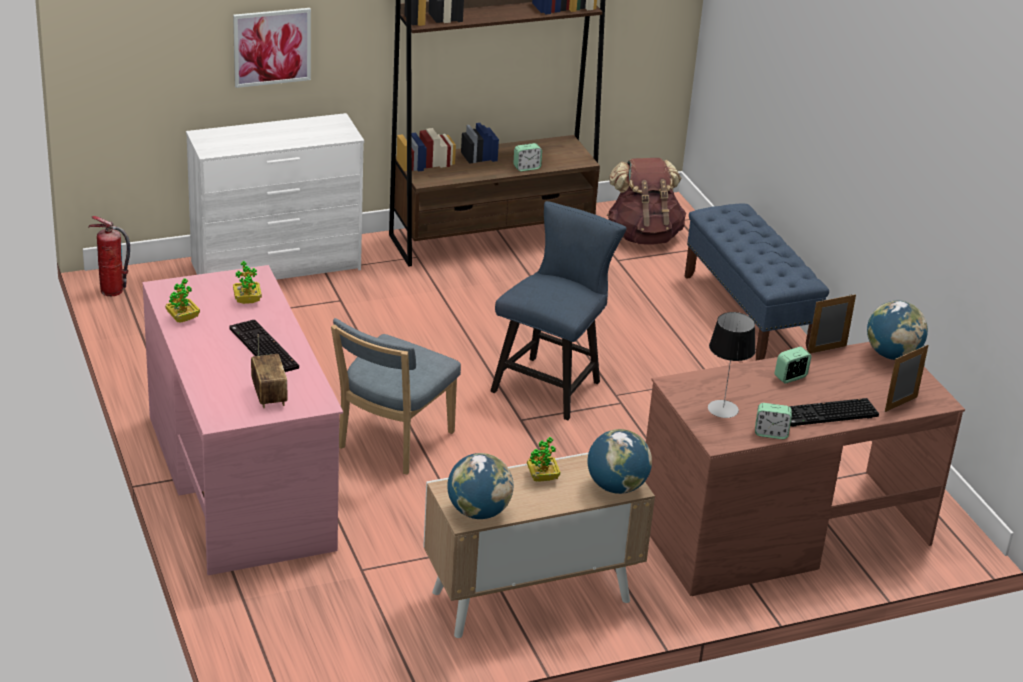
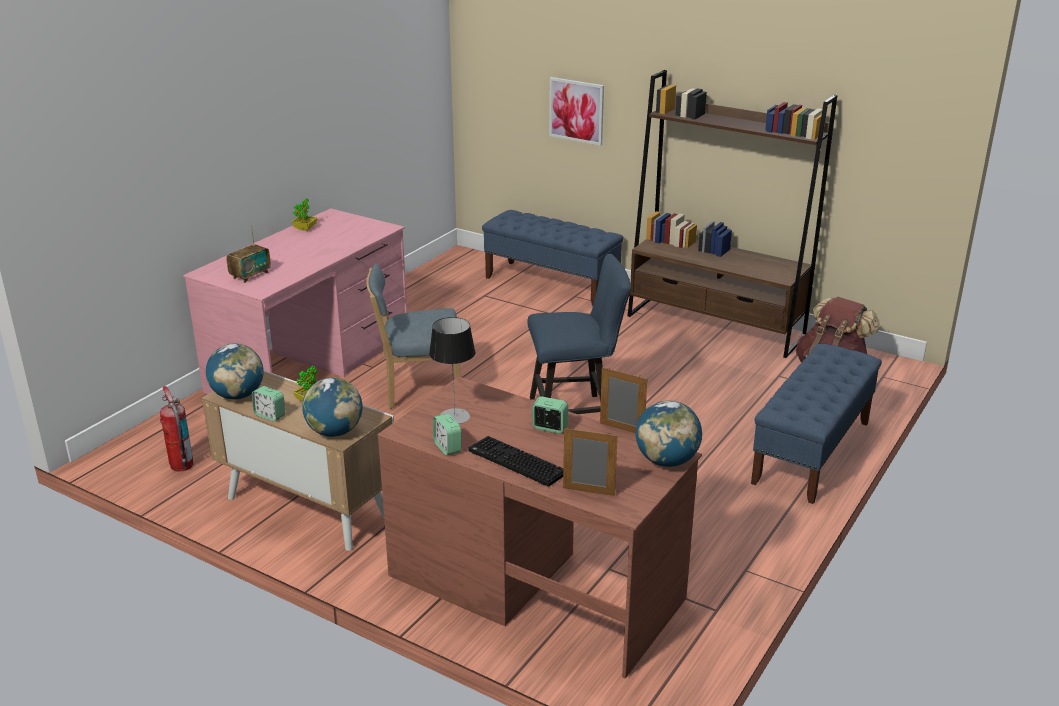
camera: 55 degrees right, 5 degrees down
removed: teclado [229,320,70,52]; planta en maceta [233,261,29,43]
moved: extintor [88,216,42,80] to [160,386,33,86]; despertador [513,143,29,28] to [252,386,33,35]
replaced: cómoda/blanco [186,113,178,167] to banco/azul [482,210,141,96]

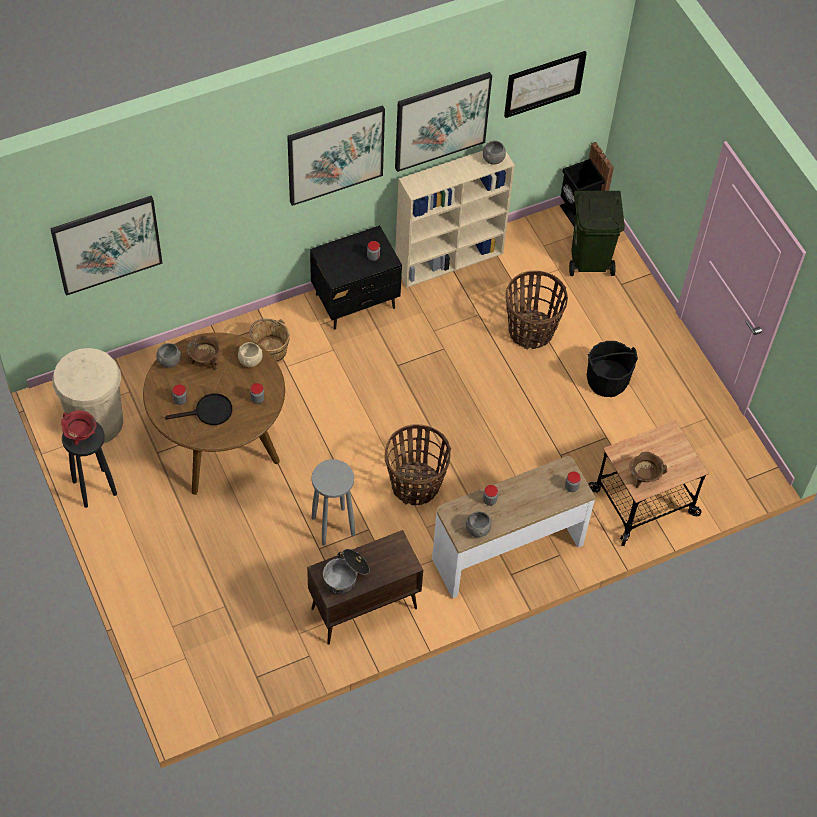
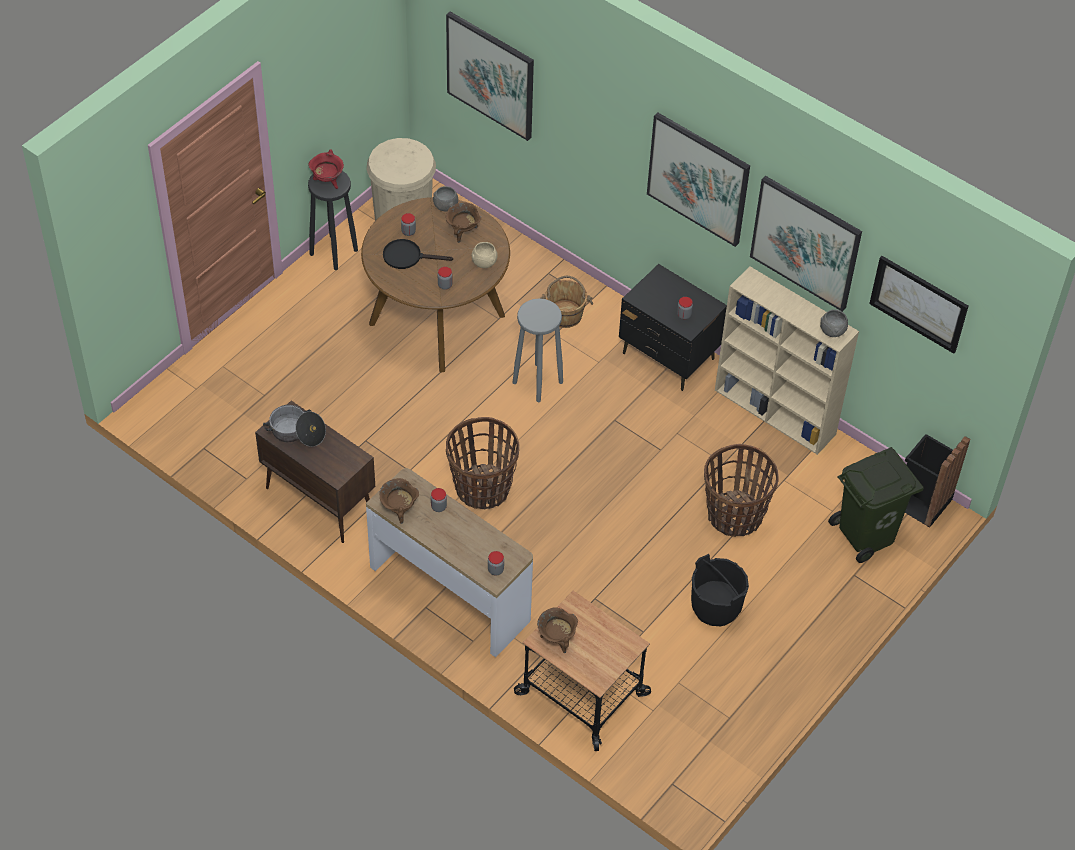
camera: 65 degrees right, 5 degrees down
moved: taburete/gris [311,459,44,87] to [513,298,50,104]
replaced: cuenco/gris [466,511,26,27] to olla/marrón [379,478,40,46]
turned: sartén/negro [165,393,67,32] = [383,239,70,30] 135 degrees clockwise

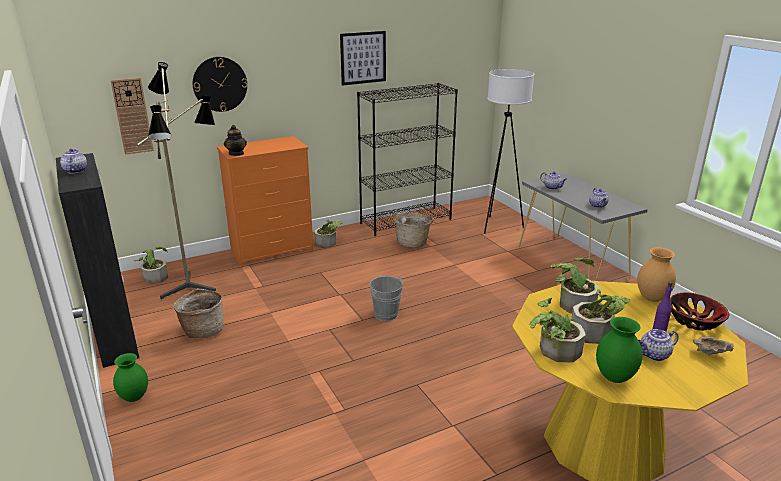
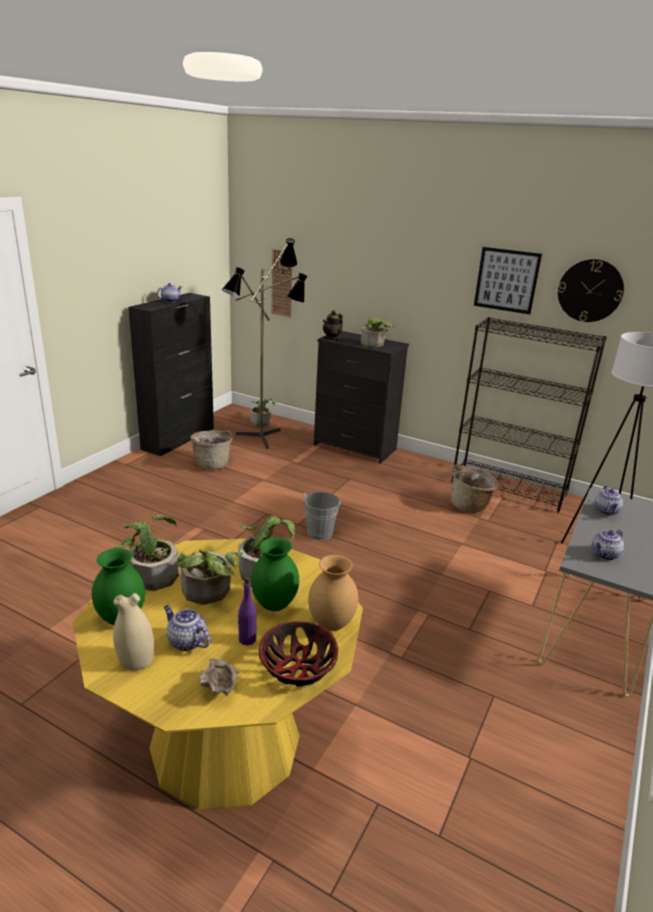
camera: 55 degrees right, 0 degrees up
added: florero/beis [113,593,41,78]
moved: florero/verde [113,353,35,49] to [251,537,48,74]; reloj de pared [193,57,54,55] to [558,259,66,63]; planta en maceta [314,220,29,28] to [361,318,34,29]
recoloured: cómoda/naranja [217,136,97,131] to cómoda/negro [314,331,95,133]

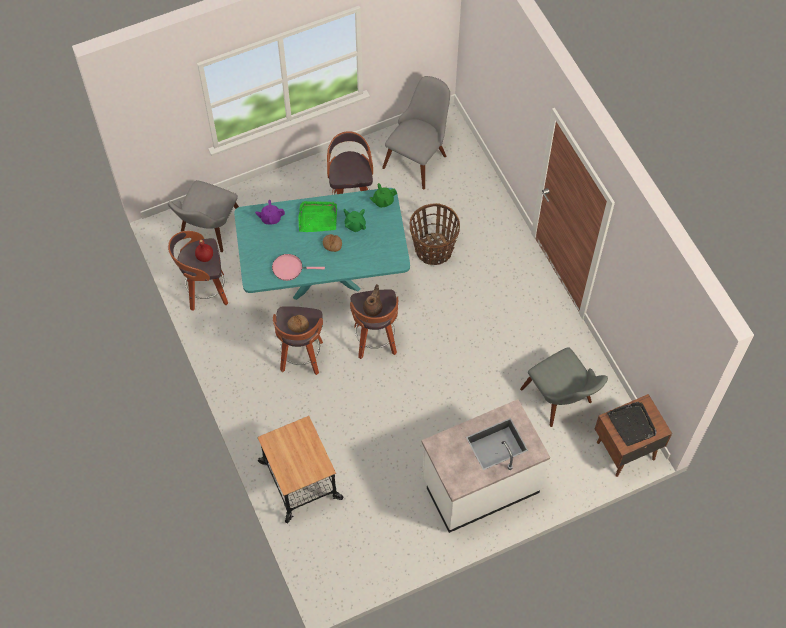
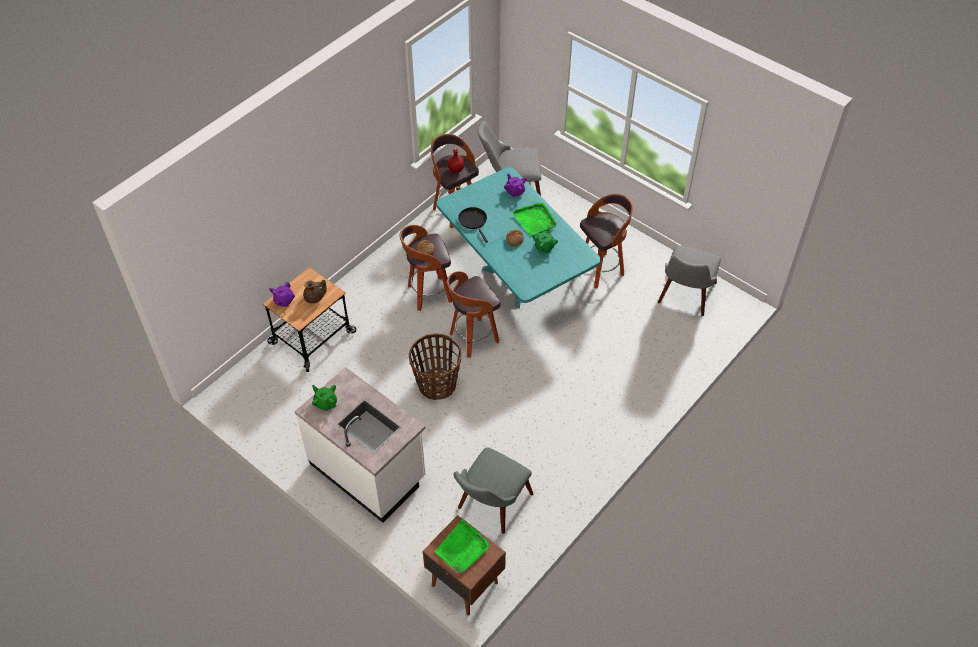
camera: 65 degrees right, 10 degrees down
added: tetera/morado [269,282,26,25]
moved: tetera/marrón [363,284,19,32] to [303,280,24,24]; tetera/verde [370,183,27,25] to [312,385,25,26]; cesta [410,203,50,62] to [409,333,52,67]
recoloured: sartén/rosa [272,254,53,27] to sartén/negro [458,207,30,36]; bandeja/negro [607,402,50,44] to bandeja/verde [435,520,54,53]
turned: silla/gris [382,76,68,113] = [658,245,63,71] 105 degrees clockwise

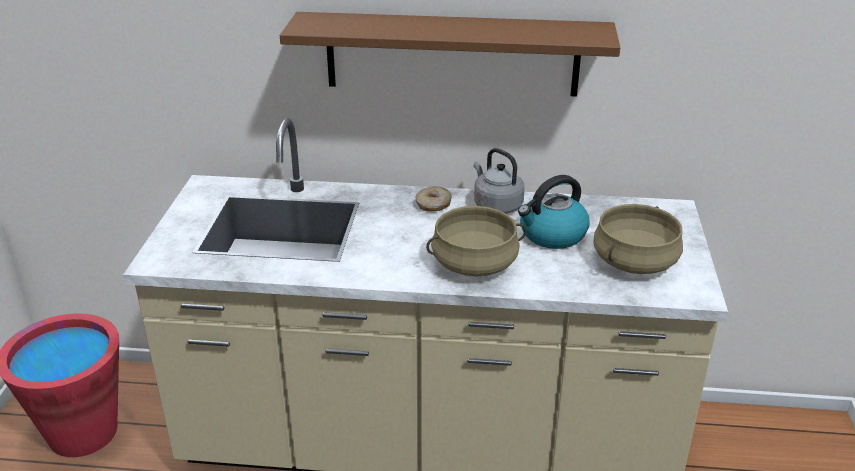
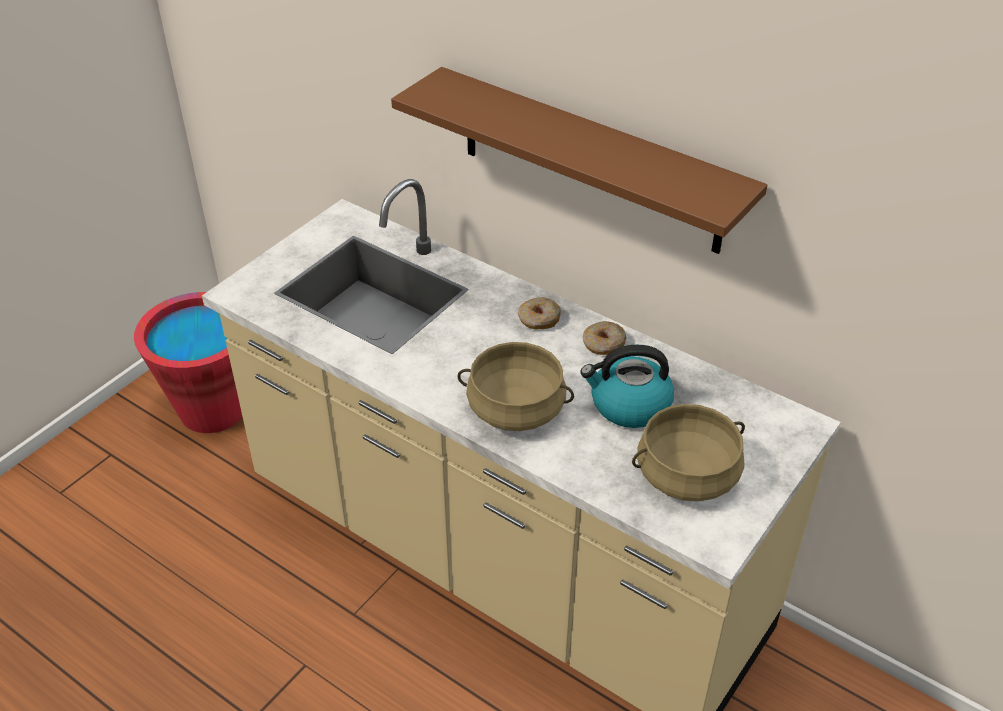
camera: 30 degrees right, 10 degrees up
replaced: hervidor/gris [474,148,51,66] to rosquilla [583,321,44,34]

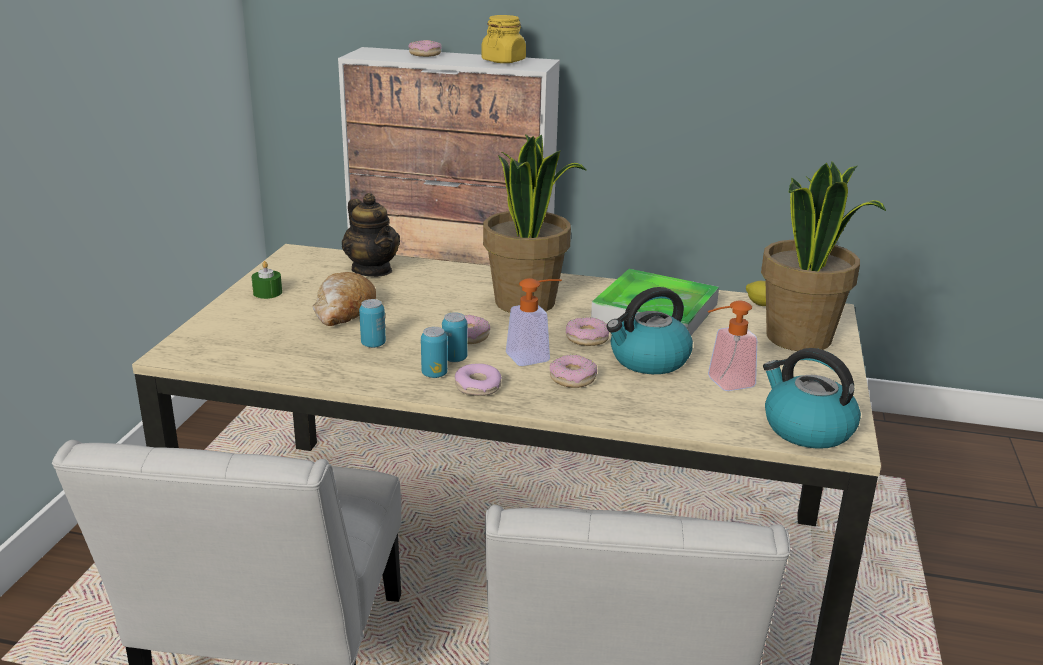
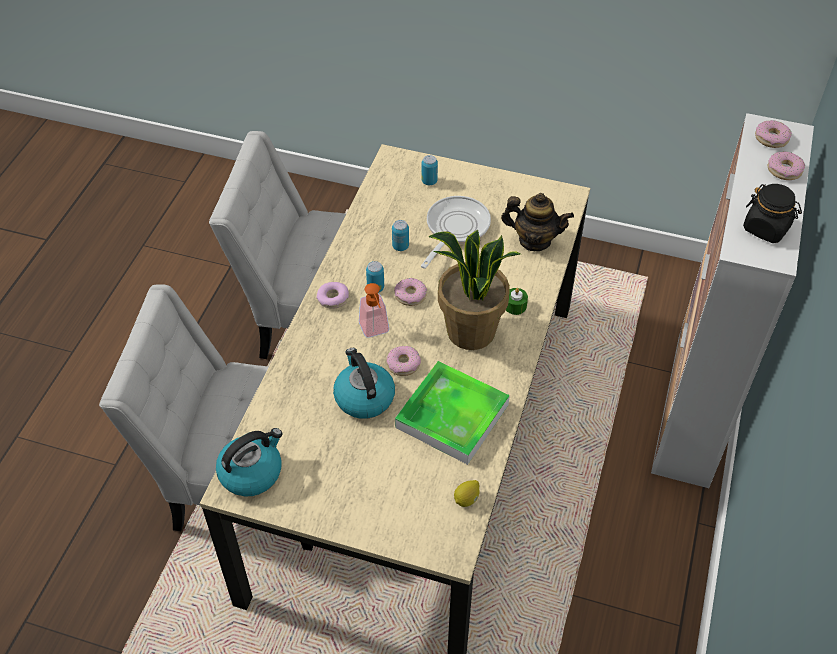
camera: 95 degrees right, 25 degrees up
removed: dispensador de jabón [708,300,49,91]; planta en maceta [761,161,125,190]
moved: vela/verde [252,261,30,38] to [506,288,22,27]; lata [421,327,27,51] to [422,155,16,30]; rosquilla [550,355,47,33] to [755,120,37,28]
replaced: pan [313,272,63,54] to sartén [421,196,70,73]
recoloured: tarro/amarillo [481,15,45,48] to tarro/negro [743,184,59,59]
turned: tetera [342,193,58,84] = [501,193,73,58] 135 degrees counterclockwise

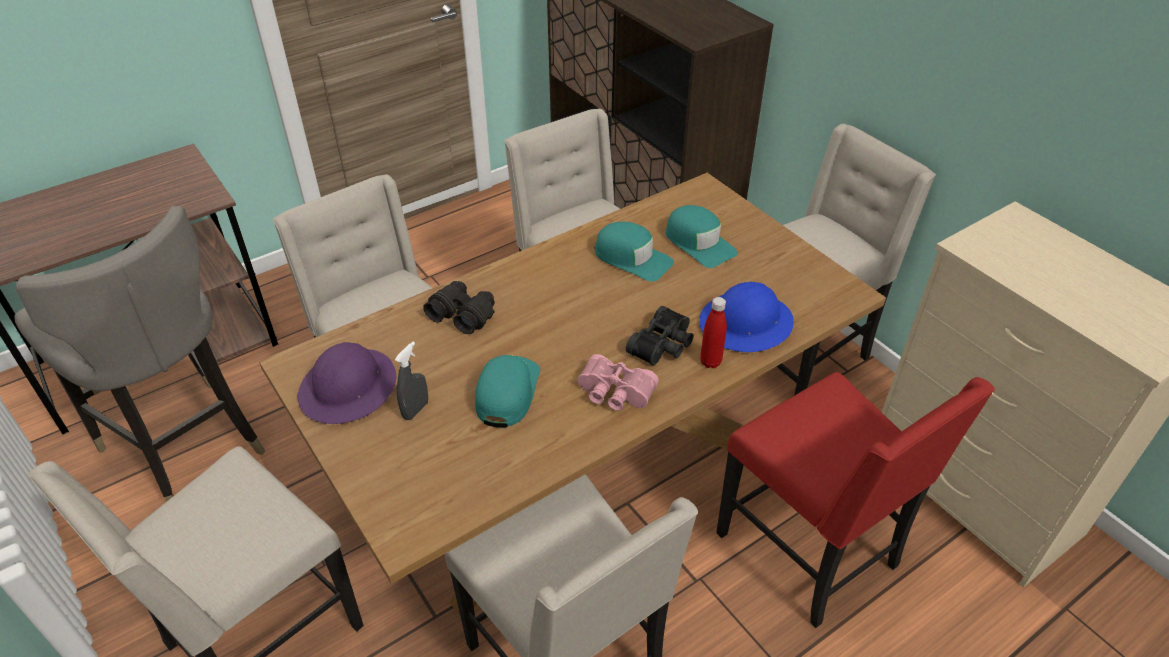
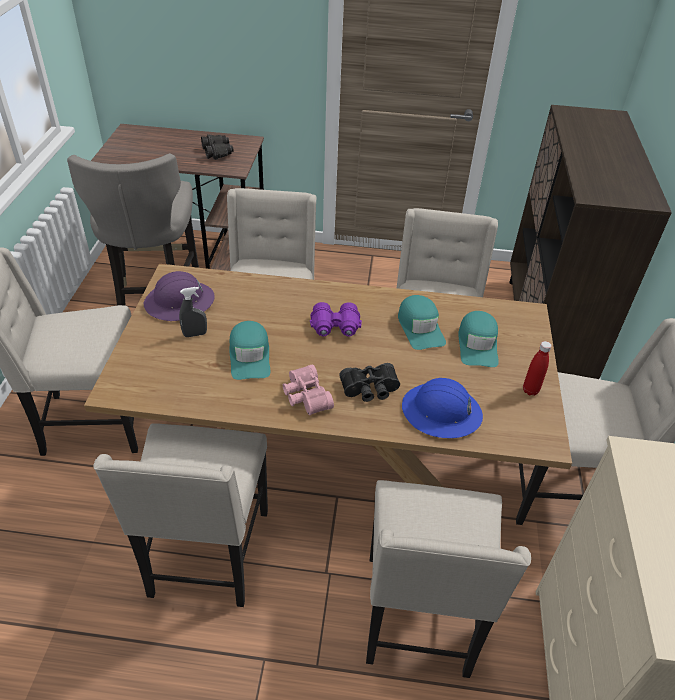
camera: 40 degrees right, 0 degrees up
added: prismáticos/morado [310,302,52,35]
moved: prismáticos/negro [423,281,72,53] to [201,134,33,26]; botella/rojo [700,297,27,71] to [523,341,29,55]
recoloured: silla/rojo [716,372,279,256] to silla/beis [366,480,165,198]
turned: gorra/turquesa [475,355,65,73] = [229,321,41,59] 120 degrees clockwise

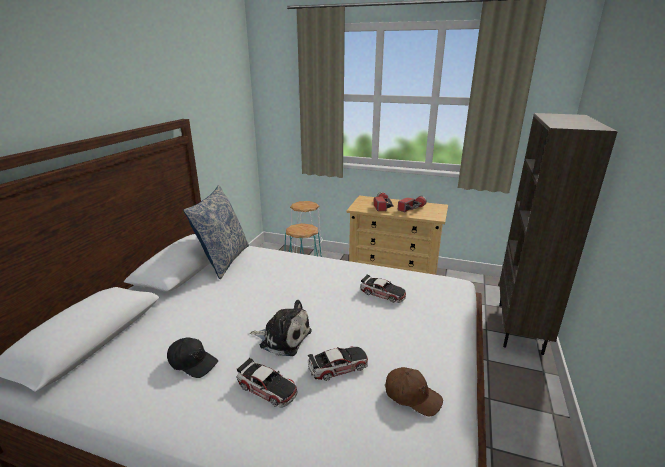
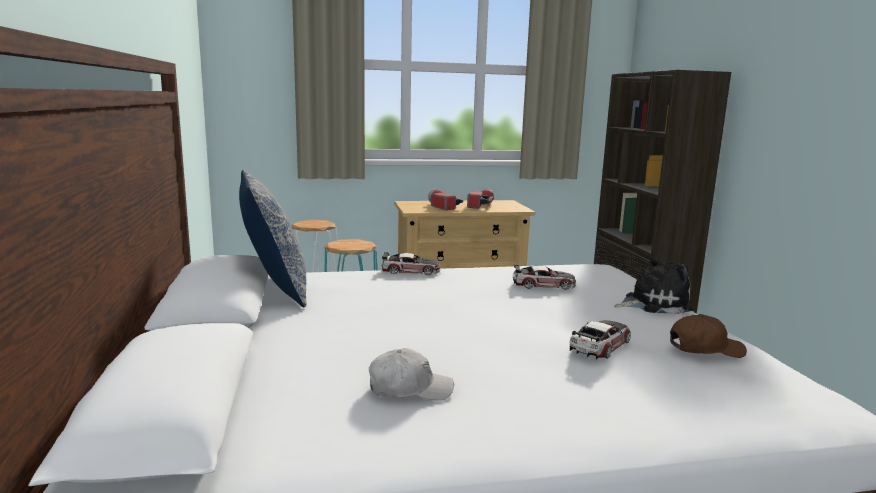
camera: 30 degrees left, 10 degrees down
moved: coche de juguete [237,358,61,49] to [381,252,59,23]; peluche [250,300,62,56] to [615,257,78,57]
recoloured: gorra/negro [167,337,51,41] to gorra/blanco [369,348,85,53]

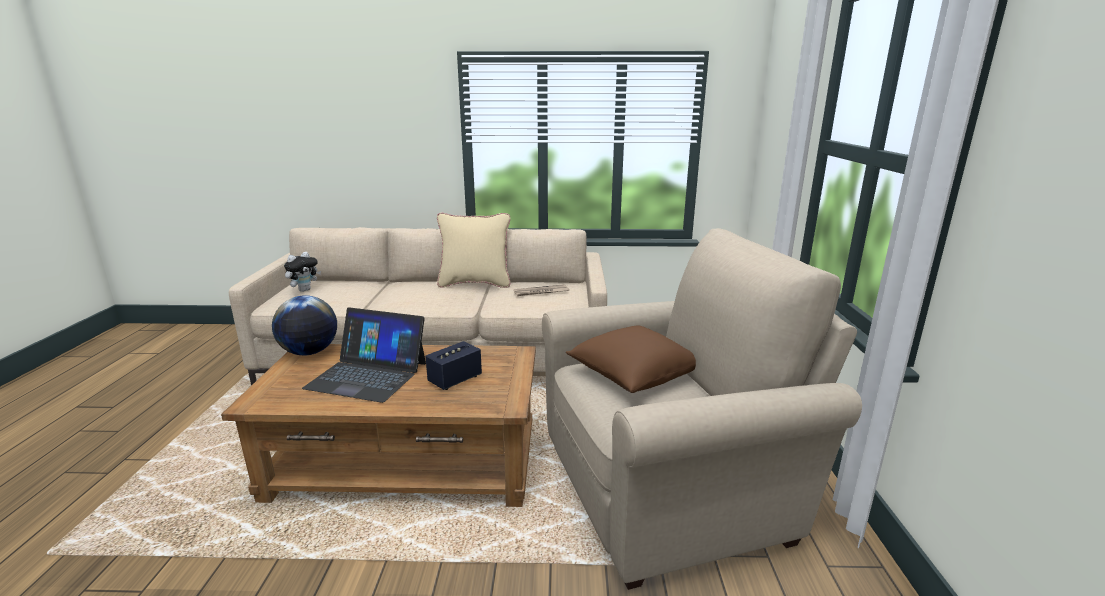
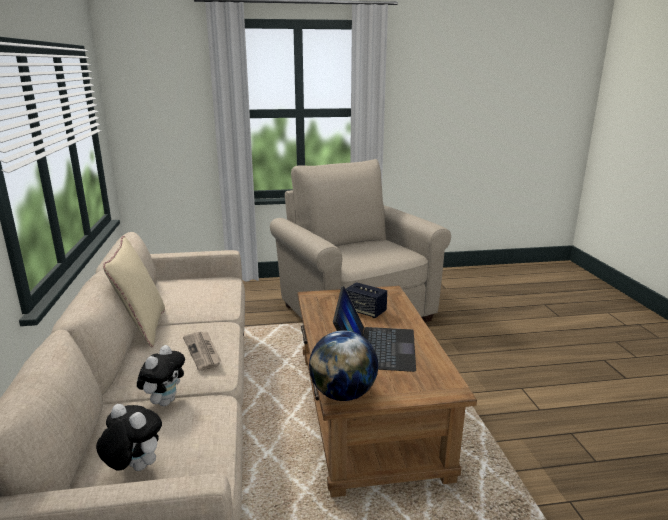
camera: 100 degrees left, 0 degrees up
removed: cojín/marrón [566,326,130,67]
added: peluche [137,345,48,61]
moved: periódico [514,284,55,12] to [183,332,38,39]

